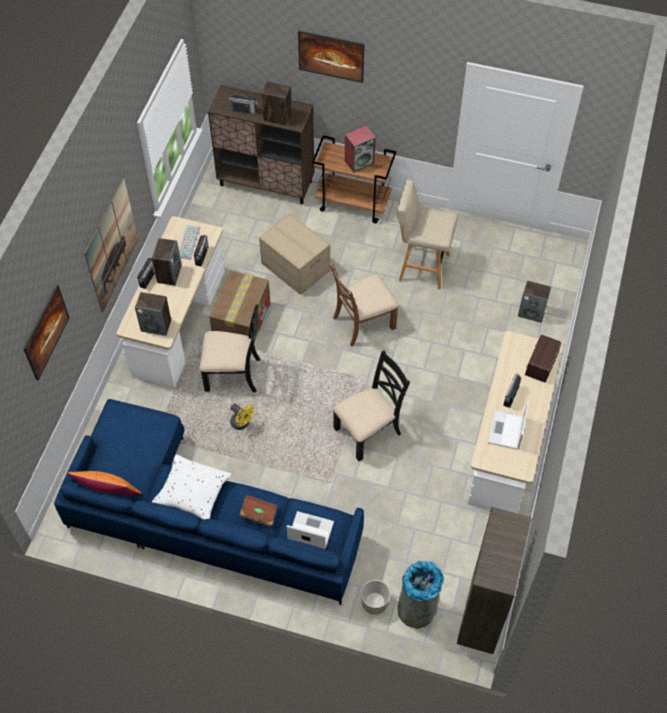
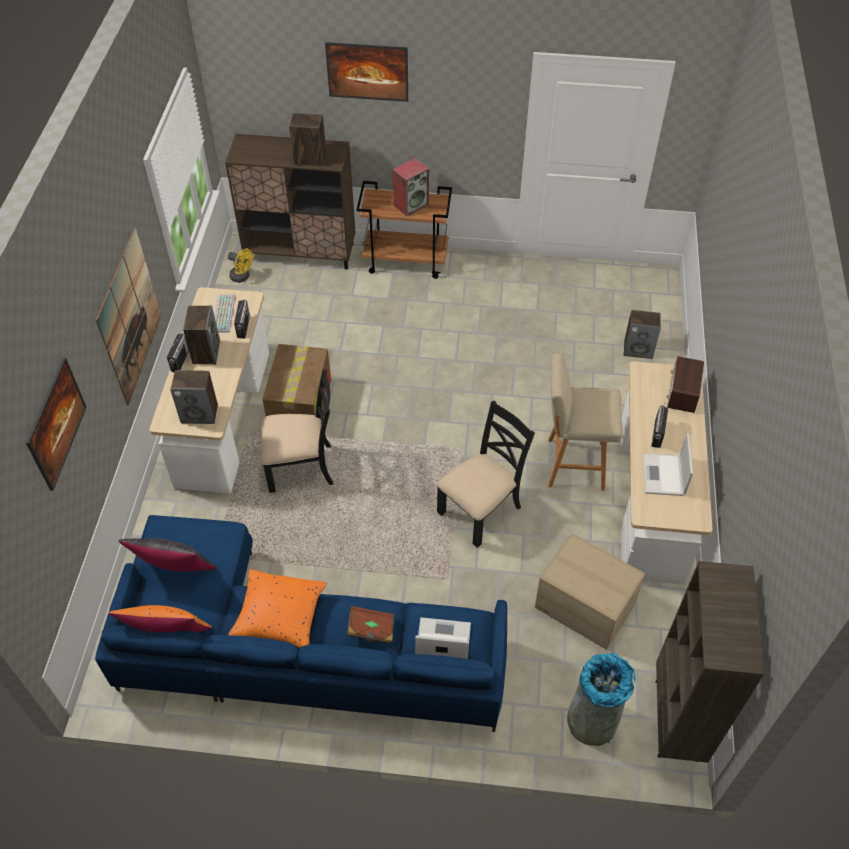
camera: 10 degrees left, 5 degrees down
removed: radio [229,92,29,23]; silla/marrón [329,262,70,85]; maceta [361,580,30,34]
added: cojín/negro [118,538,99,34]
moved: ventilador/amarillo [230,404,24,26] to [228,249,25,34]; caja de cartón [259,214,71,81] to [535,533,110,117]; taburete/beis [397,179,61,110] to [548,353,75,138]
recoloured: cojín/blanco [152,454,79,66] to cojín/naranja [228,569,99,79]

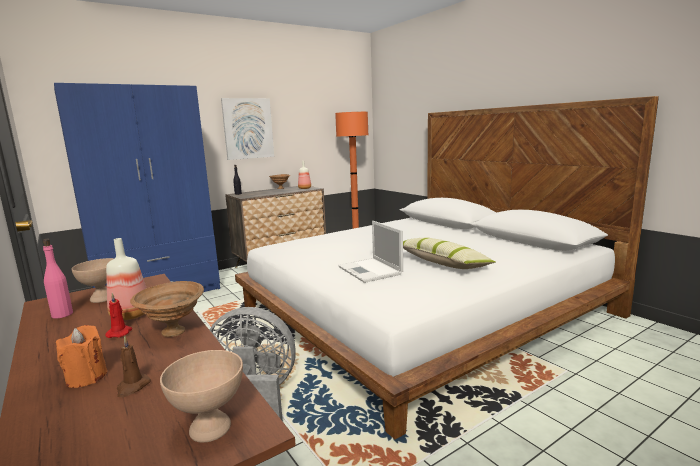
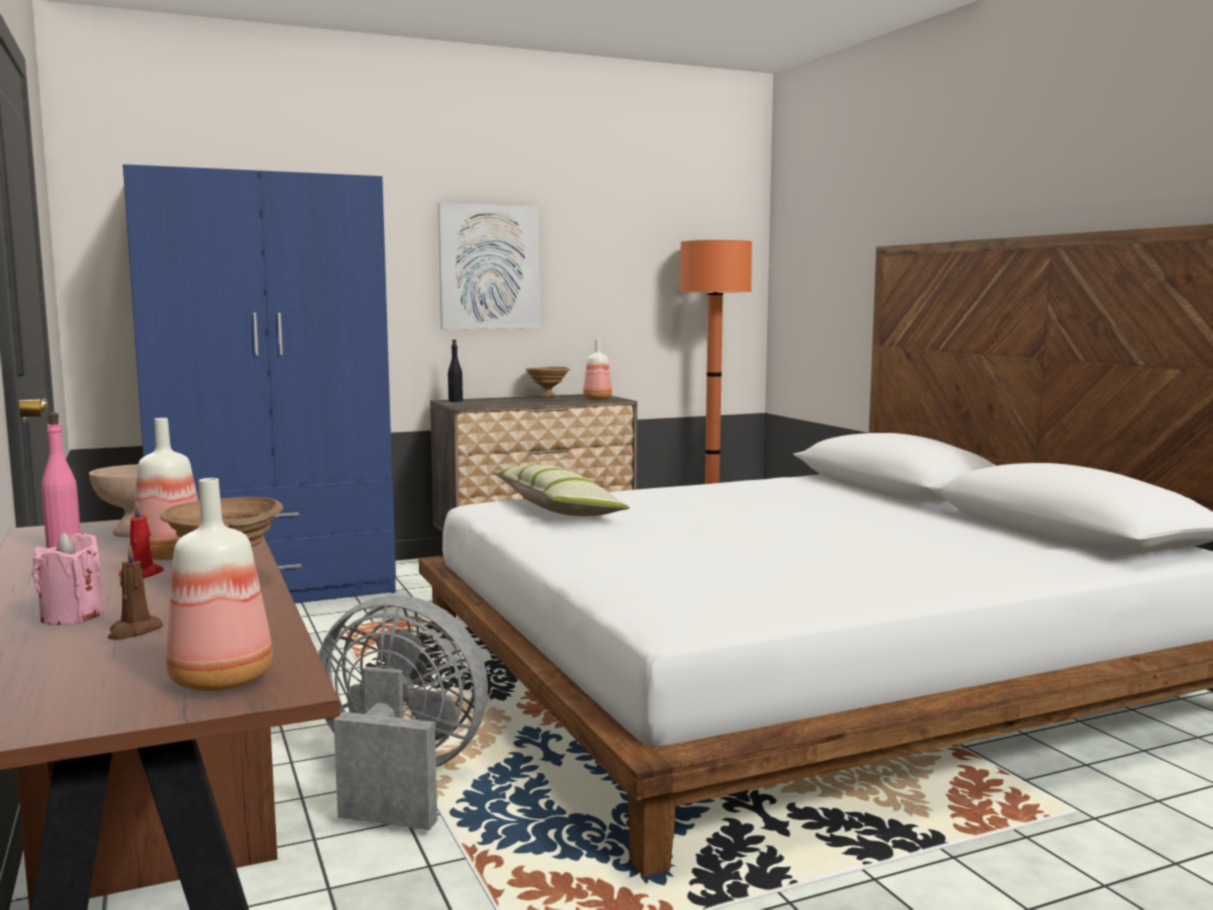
camera: 10 degrees right, 5 degrees down
removed: portátil [338,221,65,62]
moved: cojín [403,238,92,31] to [493,464,137,52]
replaced: cuenco/beis [160,350,83,93] to botella [166,478,107,213]
recoloured: vela/naranja [56,325,51,63] to vela/rosa [32,532,73,93]

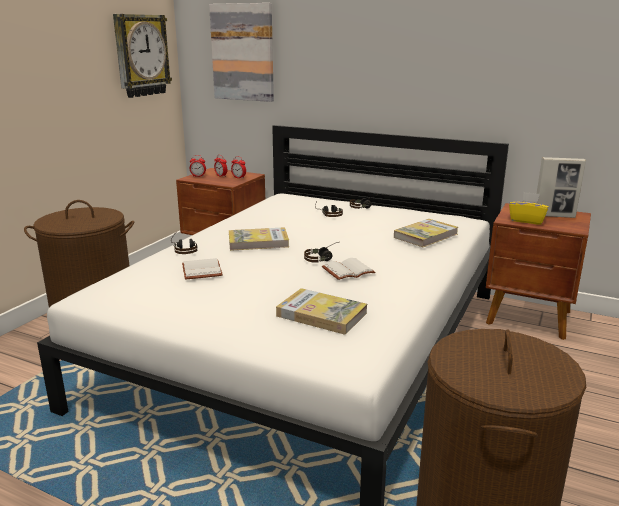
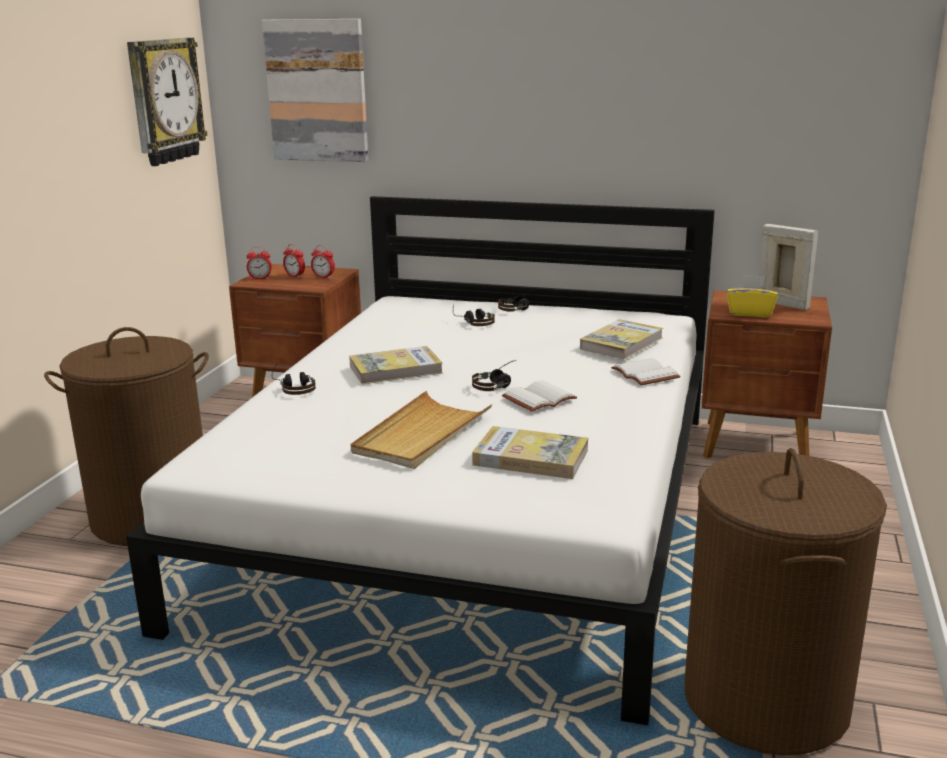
camera: 10 degrees left, 0 degrees up
added: bandeja/beis [351,391,141,78]
moved: libro/blanco [182,258,41,22] to [611,358,69,27]
turned: portarretratos [537,157,49,61] = [759,224,59,86] 135 degrees counterclockwise

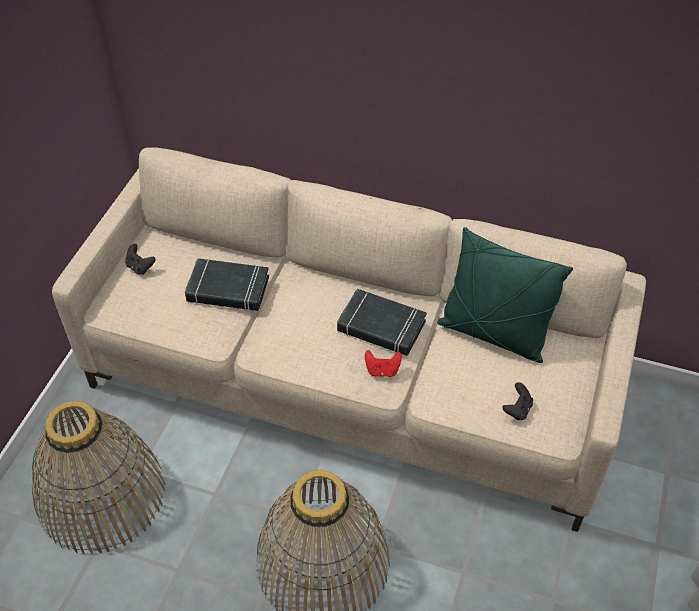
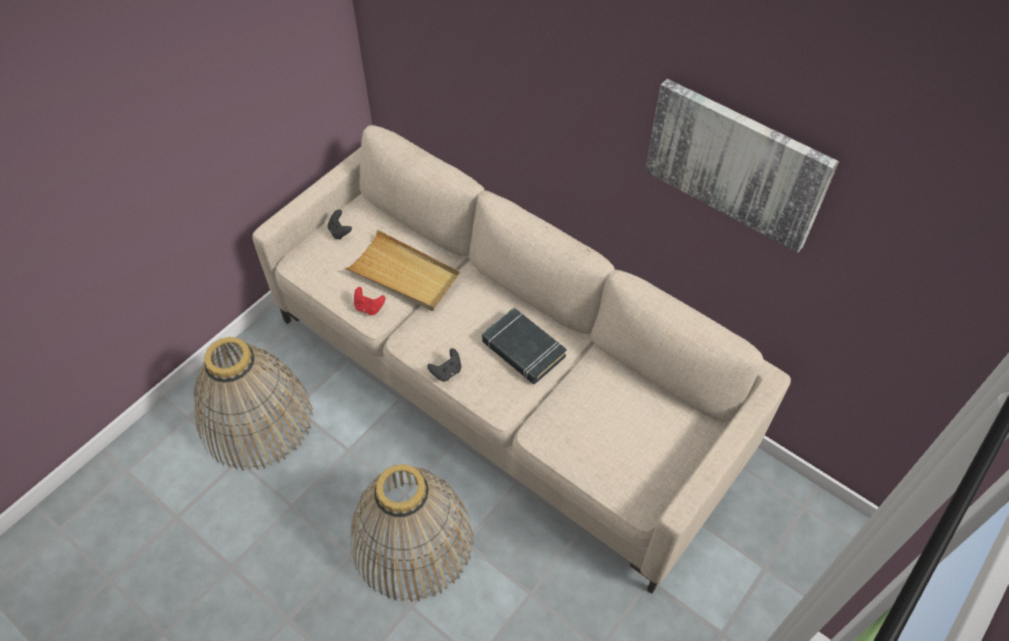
camera: 20 degrees right, 5 degrees up
removed: cojín/verde [437,227,136,136]
added: cuadro [645,79,194,174]
moved: mando de consola/rojo [365,350,37,27] to [354,287,31,28]; mando de consola/negro [502,382,31,38] to [427,348,34,34]
replaced: libro/negro [185,258,84,53] to bandeja/beis [344,230,117,81]

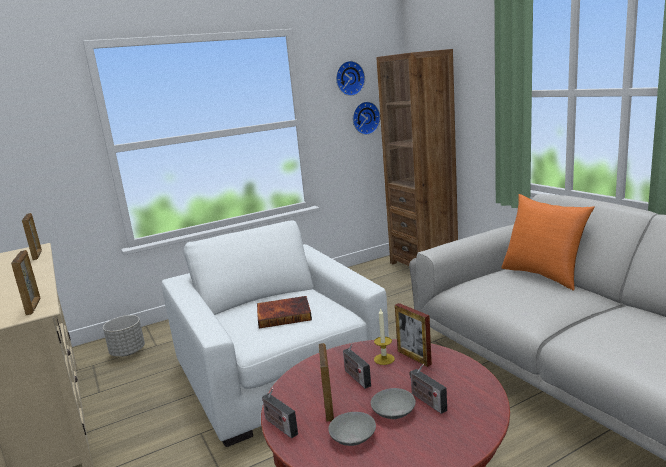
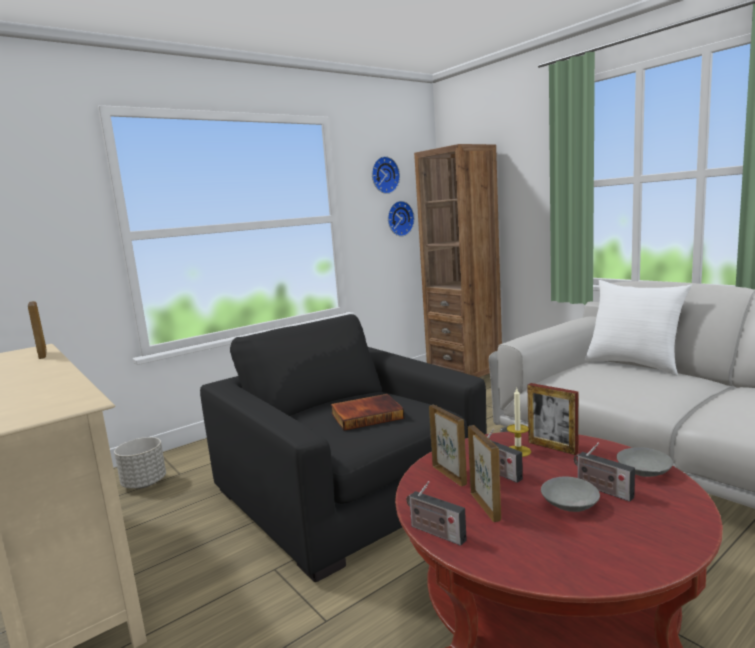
camera: 10 degrees left, 5 degrees down
moved: portarretratos [11,250,29,65] to [429,404,38,83]; cuenco/gris [328,412,48,34] to [617,447,56,30]
recoloured: sillón/blanco [162,220,227,227] to sillón/negro [200,314,286,268]; cojín/naranja [501,194,94,97] to cojín/blanco [585,280,107,95]

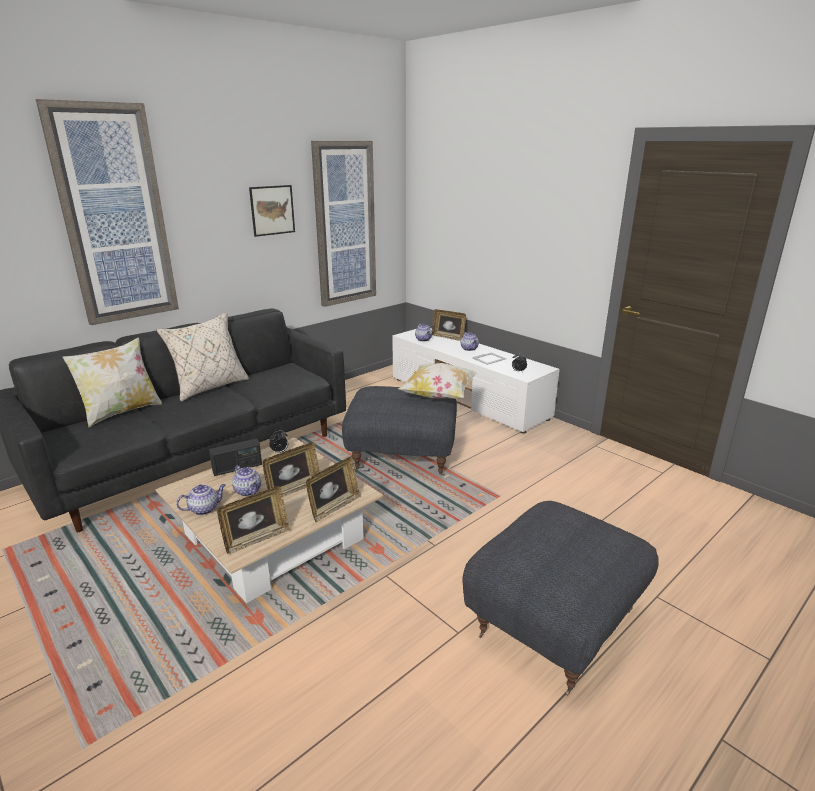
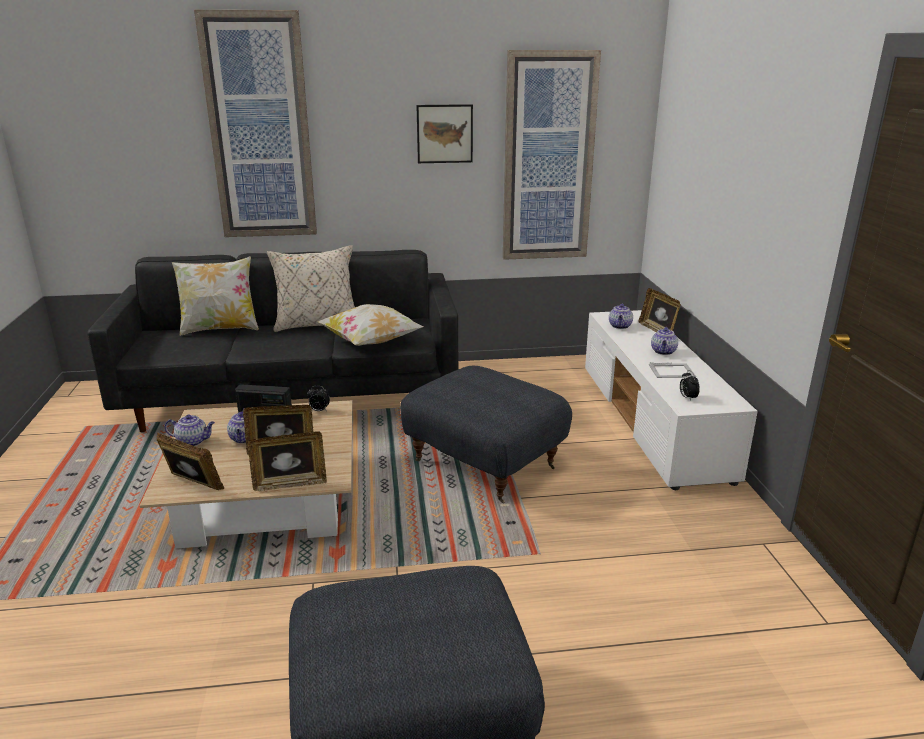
camera: 35 degrees right, 0 degrees up
moved: cojín [398,363,79,36] to [318,304,106,42]
turned: portarretratos [217,486,73,68] = [157,433,67,57] 150 degrees counterclockwise

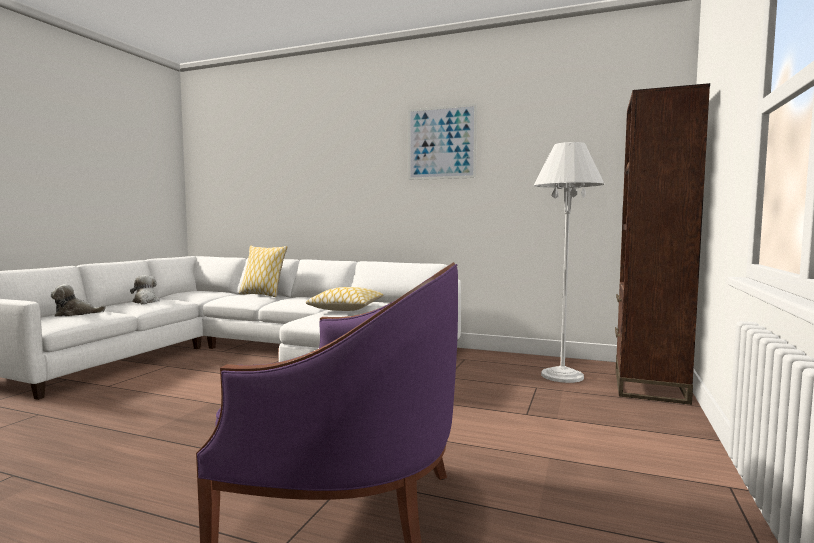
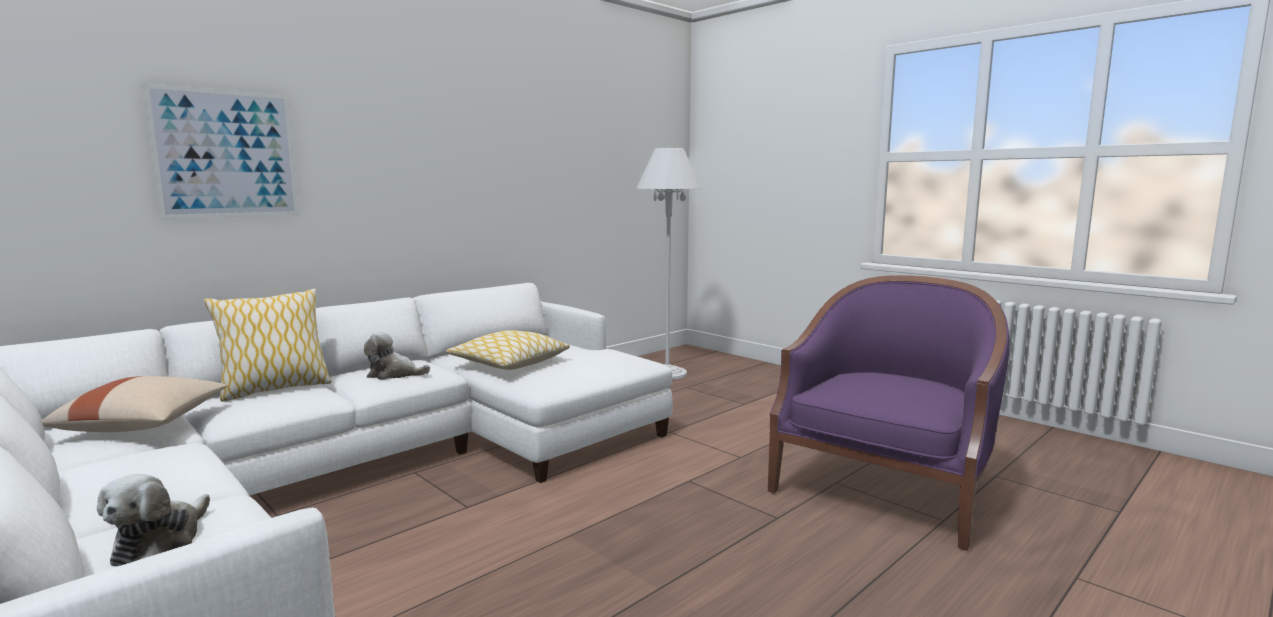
camera: 65 degrees left, 5 degrees up
removed: estantería/marrón [615,83,95,322]
added: cojín/beis [41,376,186,56]
moved: peluche [130,275,30,29] to [364,332,66,48]; cuadro [408,104,69,76] to [143,83,156,136]

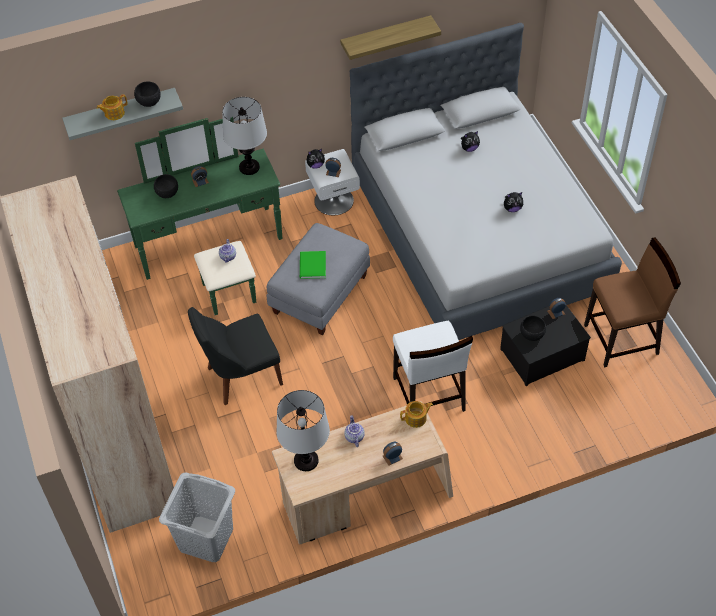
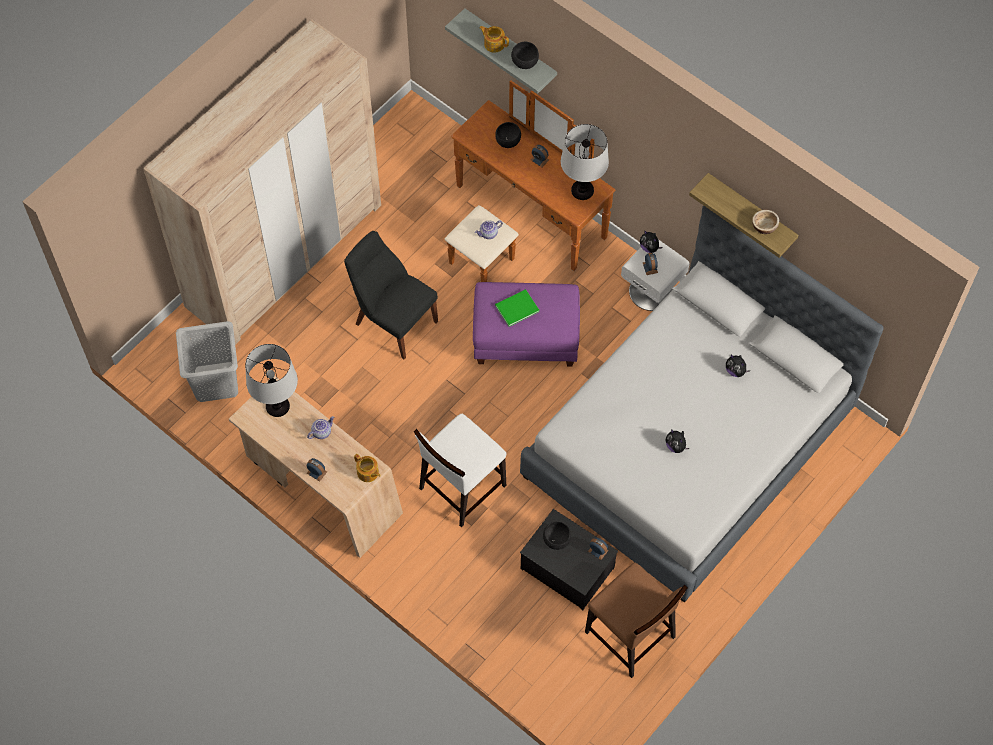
camera: 60 degrees right, 10 degrees up
added: cuenco [752,210,27,24]
recoloured: cómoda/verde [117,117,165,198] to cómoda/marrón [445,80,171,202]; puf/gris [267,223,103,113] to puf/morado [473,282,107,84]

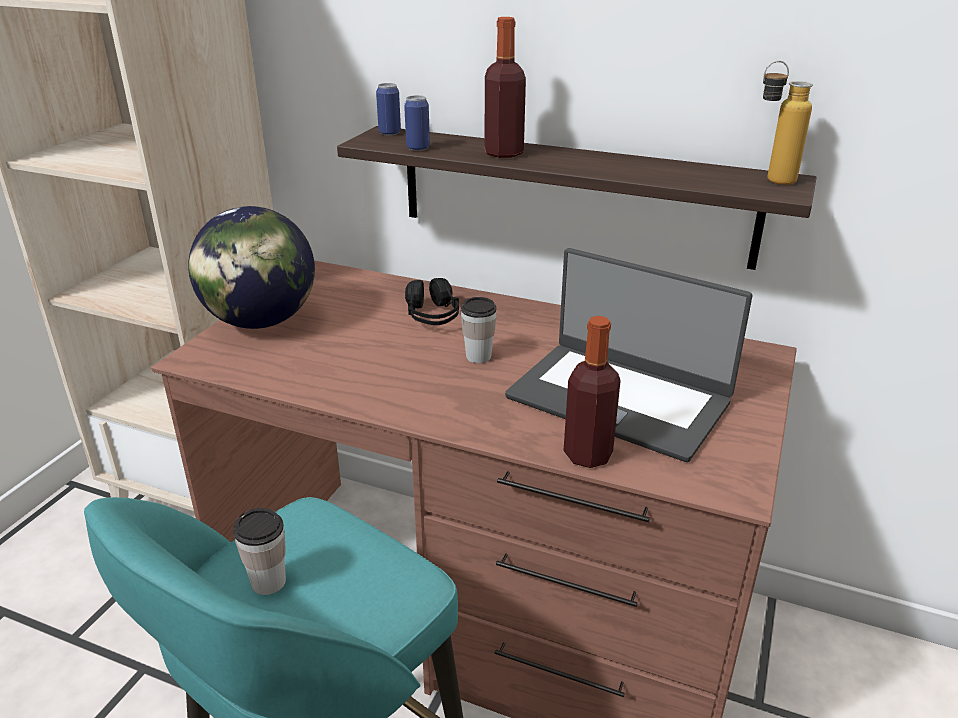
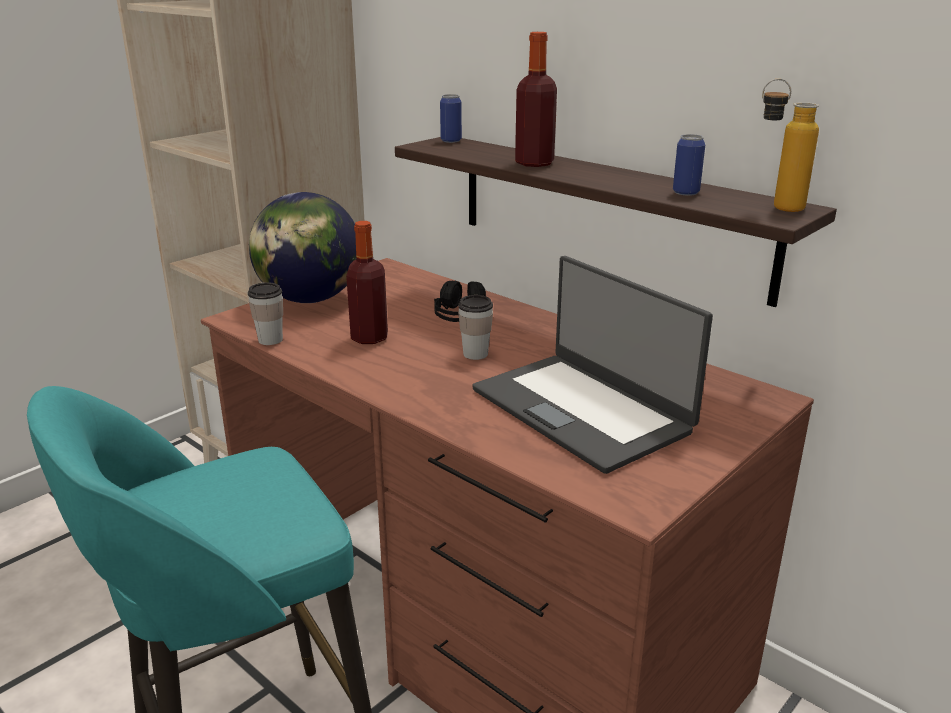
camera: 20 degrees right, 5 degrees down
moved: taza [233,508,53,87] to [248,282,35,63]; lata [404,95,26,56] to [673,134,32,62]; botella [563,316,58,152] to [346,221,42,123]

